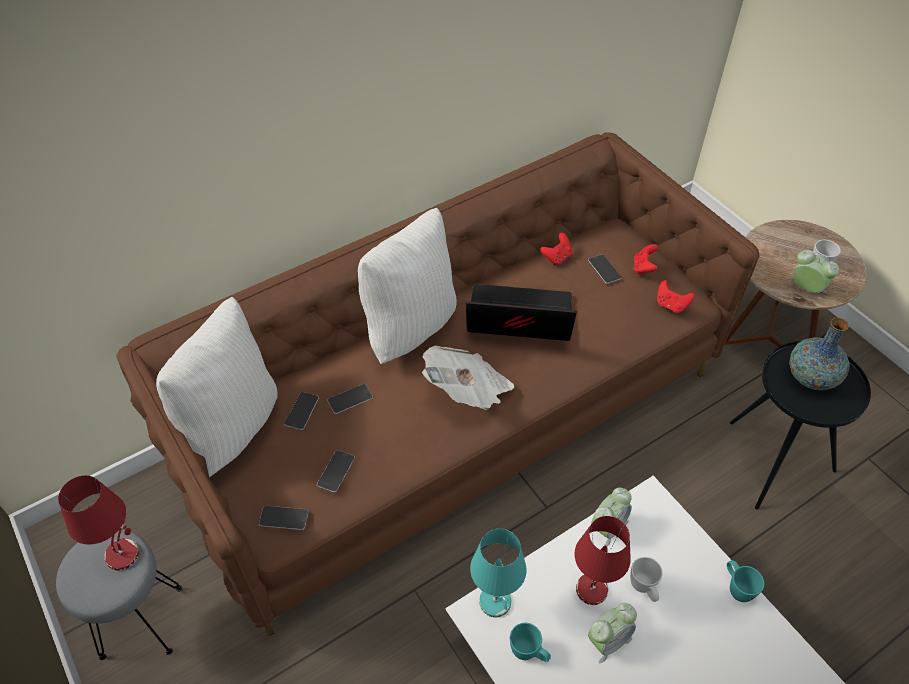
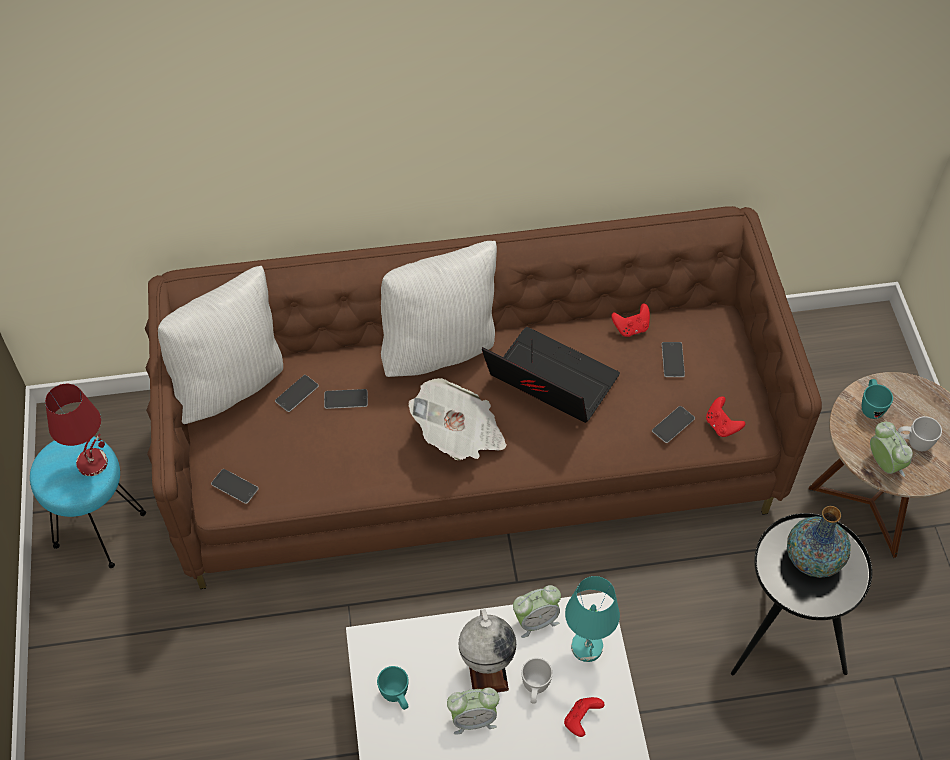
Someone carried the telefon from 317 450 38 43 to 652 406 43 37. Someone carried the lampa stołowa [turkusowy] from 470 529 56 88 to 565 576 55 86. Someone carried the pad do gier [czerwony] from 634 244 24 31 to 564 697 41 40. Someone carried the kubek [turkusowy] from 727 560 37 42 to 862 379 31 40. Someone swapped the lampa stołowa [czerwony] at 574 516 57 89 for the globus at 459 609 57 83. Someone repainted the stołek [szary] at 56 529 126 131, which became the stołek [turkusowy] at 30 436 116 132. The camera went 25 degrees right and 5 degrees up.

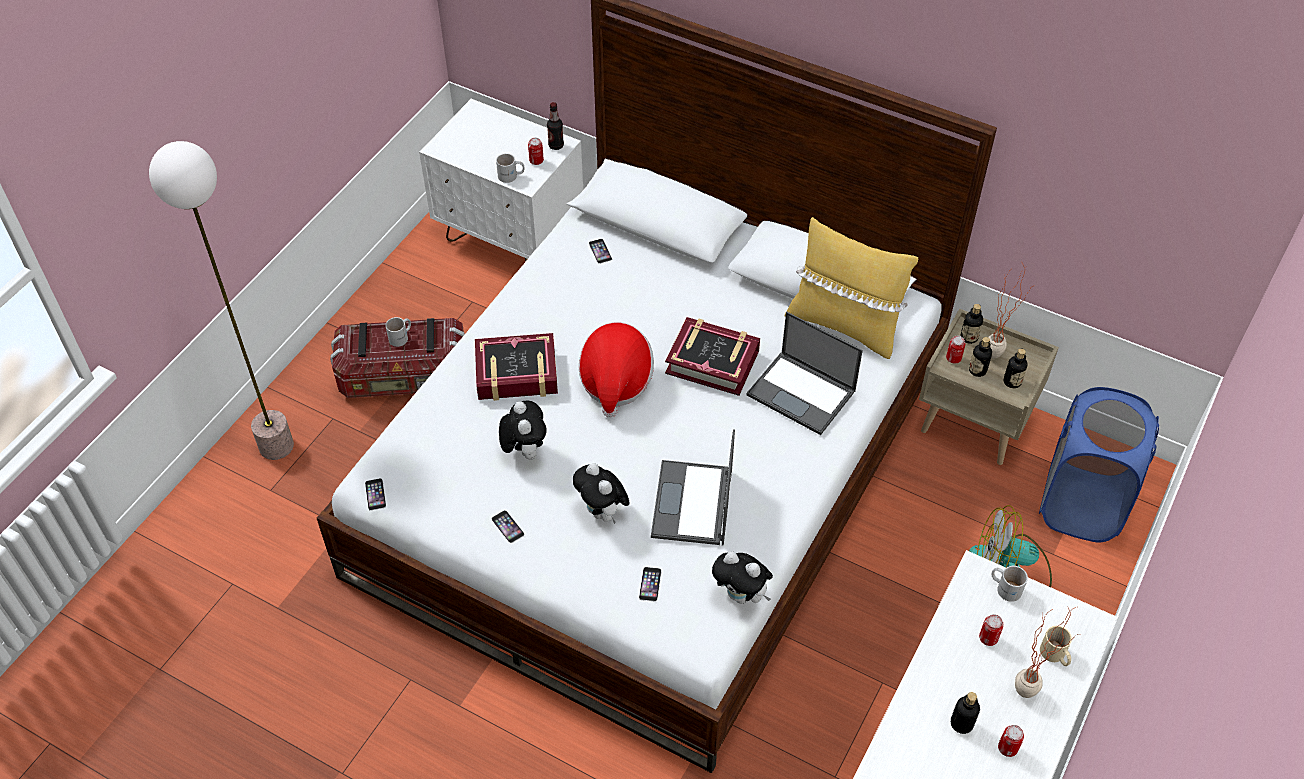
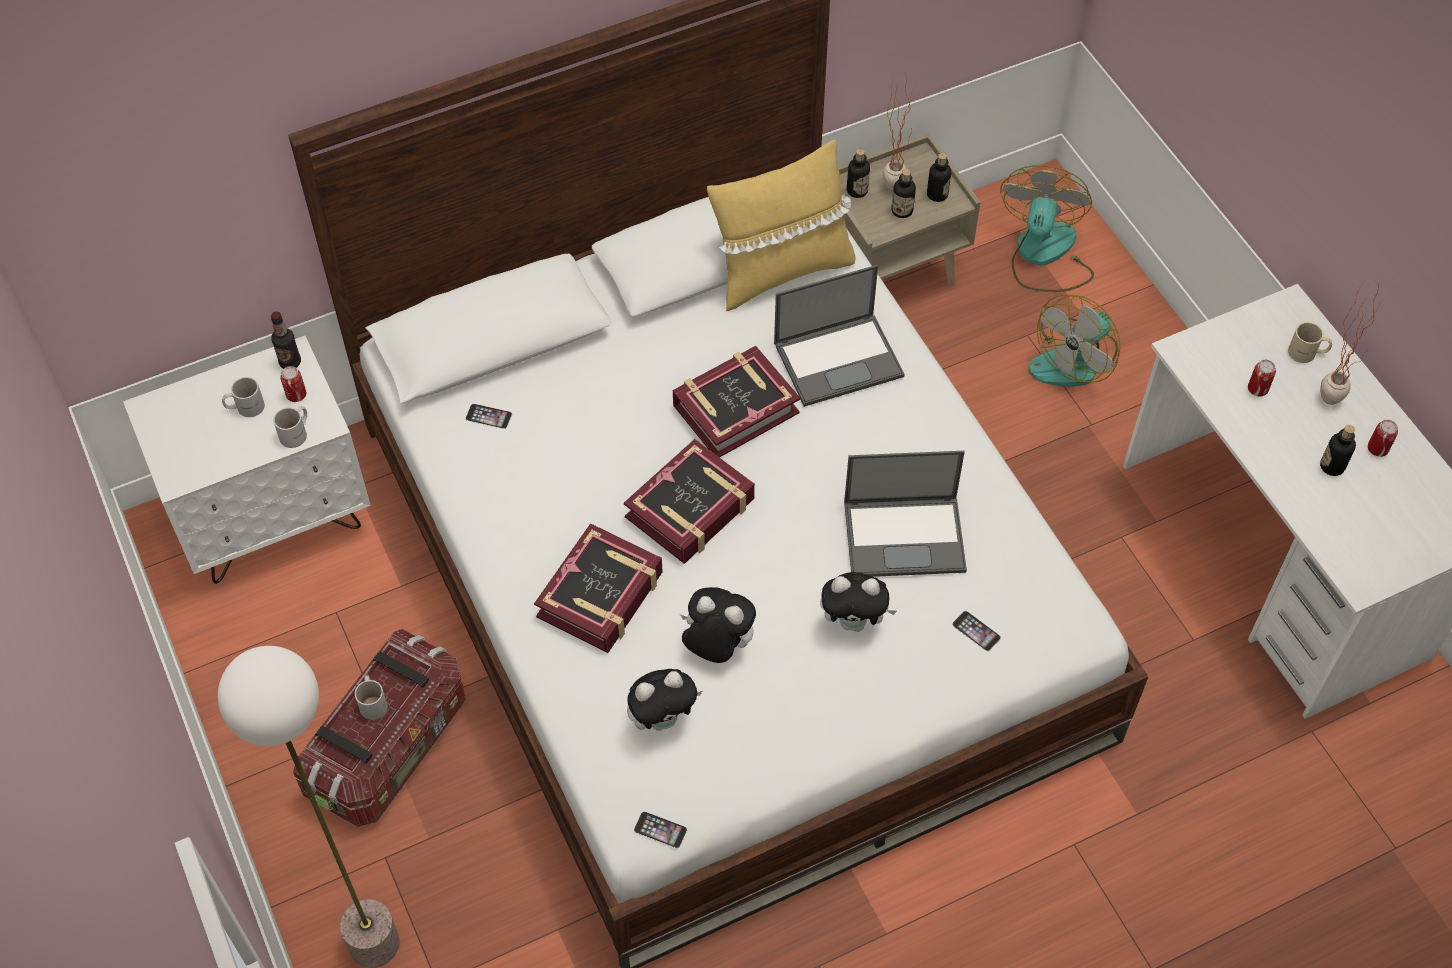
Someone took away the telefon at 491 510 33 33. Someone took away the puszka at 946 336 19 27. Someone carried the pluszak from 712 551 61 53 to 627 669 75 62. Someone carried the kubek [biały] from 991 566 37 36 to 222 377 43 40. Someone swapped the kapelusz at 579 322 75 96 for the książka at 624 439 131 125. Someone swapped the kosz na pranie [niebieski] at 1039 387 120 155 for the wentylator at 1000 165 94 127. Someone rotated the laptop at 651 430 84 116 by 45 degrees counterclockwise. The camera went 55 degrees left and 5 degrees up.

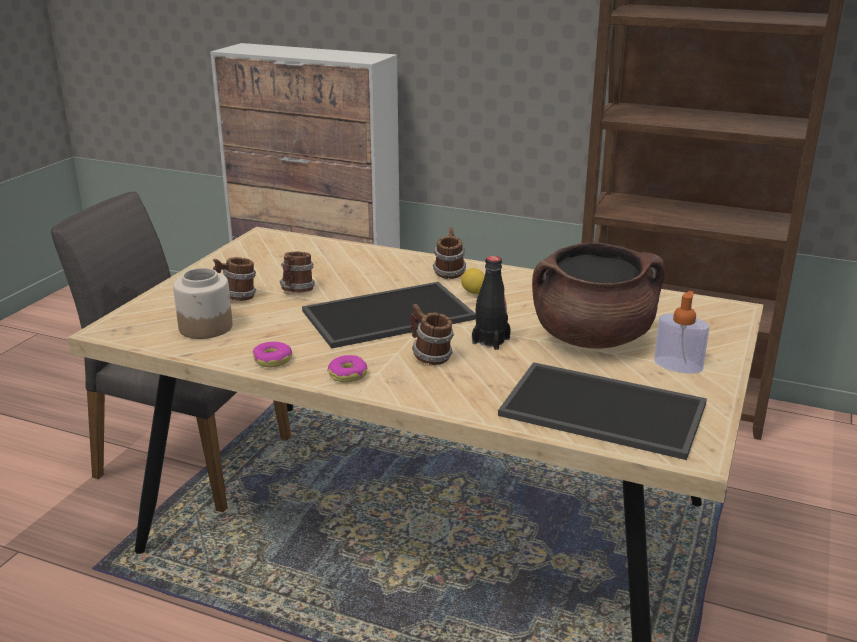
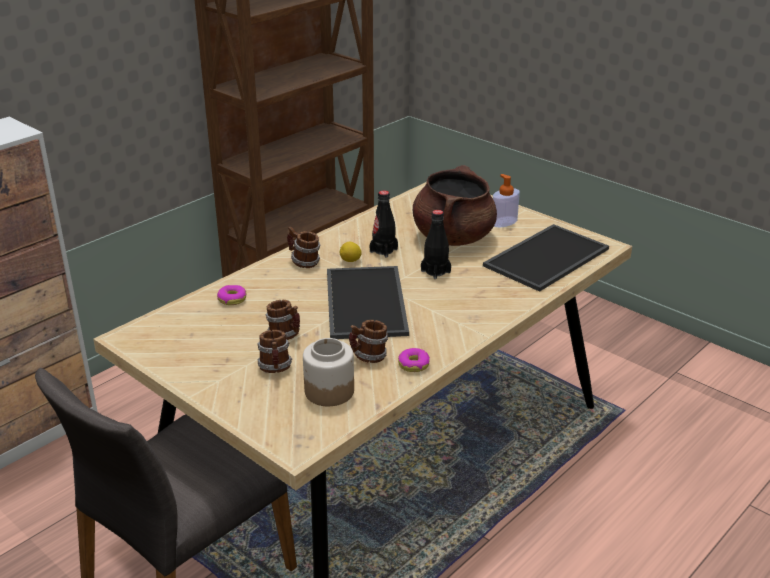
Someone put down the butelka [czarny] at 369 190 29 68. Someone carried the donut from 328 355 39 27 to 217 285 29 20. Someone carried the kubek from 410 304 44 61 to 349 320 39 43. The camera went 70 degrees left and 5 degrees up.

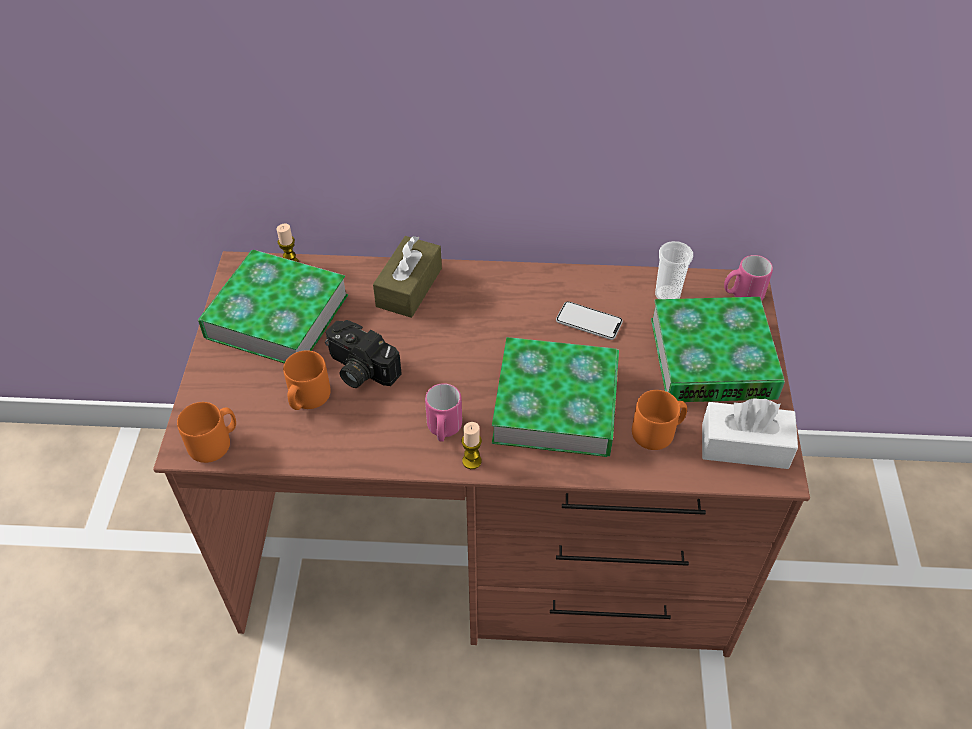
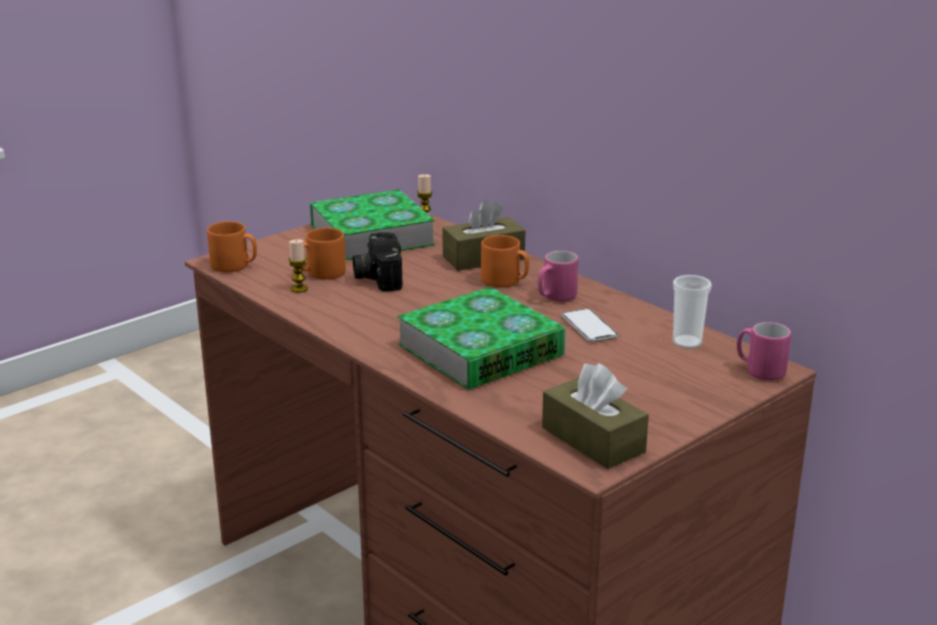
Someone took away the książka at 651 297 134 105. Someone carried the kubek [różowy] from 425 383 37 59 to 537 251 42 51. Someone carried the świeca from 461 422 21 47 to 288 239 20 54. Someone carried the kubek [pomarańczowy] from 632 390 55 60 to 481 235 48 53. Someone repainted the pudełko chusteczek [biały] at 702 398 96 71, which became the pudełko chusteczek [brązowy] at 542 363 107 106. The camera went 45 degrees right and 25 degrees down.

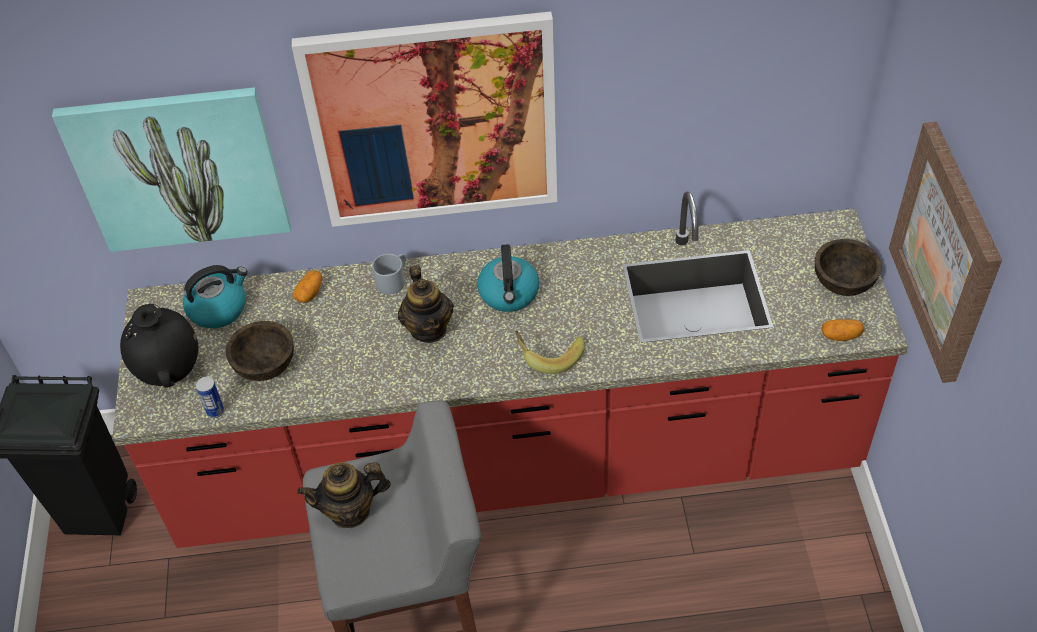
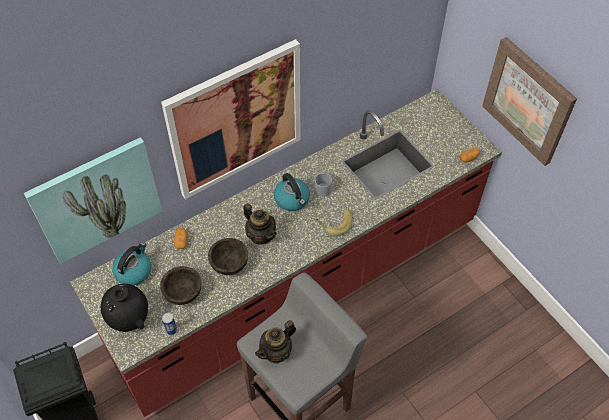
Someone carried the kubek [szary] from 372 254 34 41 to 314 171 18 26. Someone carried the miska [brązowy] from 815 239 67 57 to 208 238 40 37. The camera went 30 degrees left and 5 degrees up.

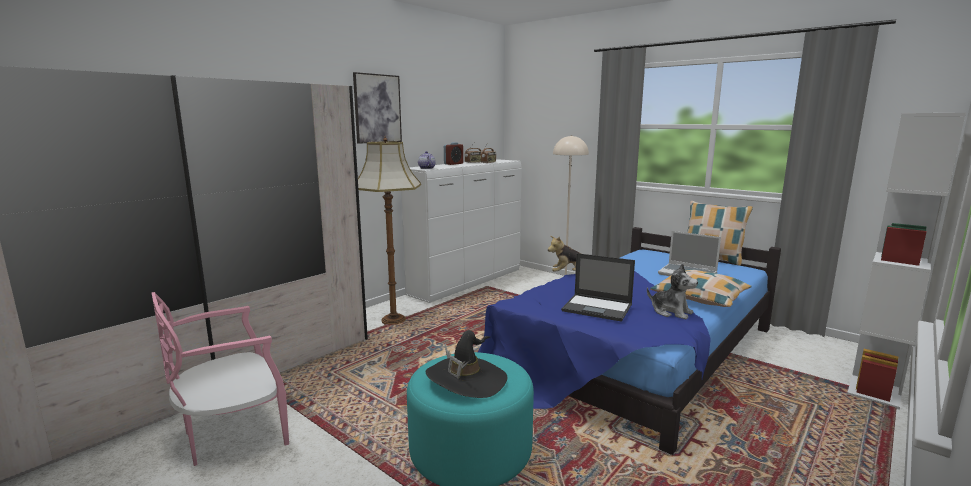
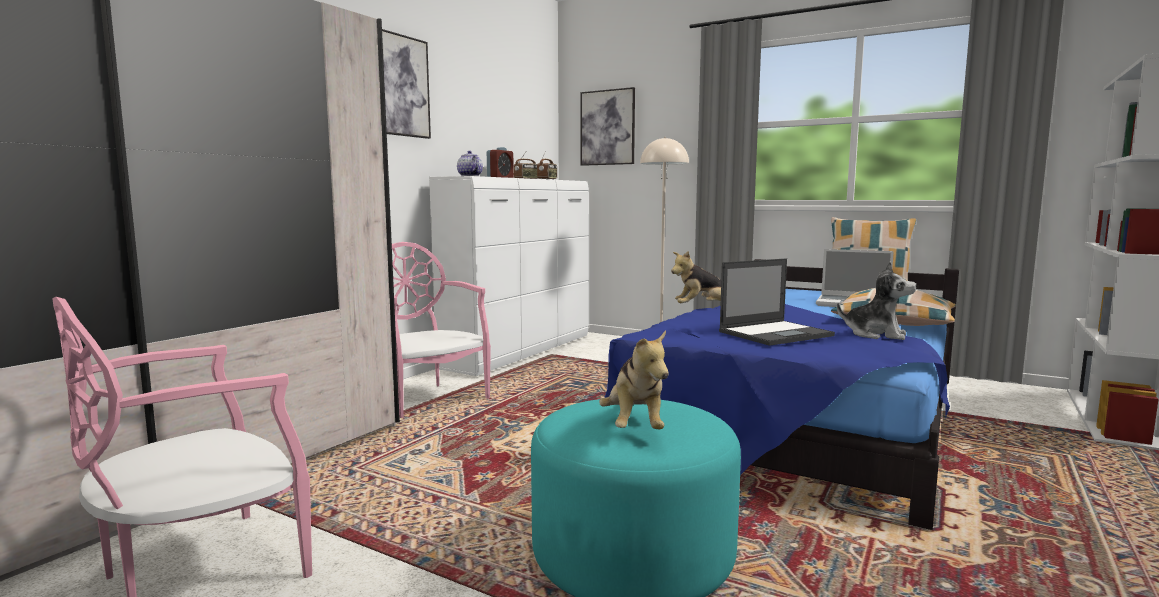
Someone put up the obraz at 581 87 54 79. Someone swapped the lampa stojąca at 358 136 63 188 for the krzesło [różowy] at 392 242 99 176. Someone swapped the kapelusz [czarny] at 426 330 81 68 for the pluszak at 599 330 70 99. Someone rotated the laptop at 561 253 74 69 by 45 degrees counterclockwise. The camera went 10 degrees left and 5 degrees down.

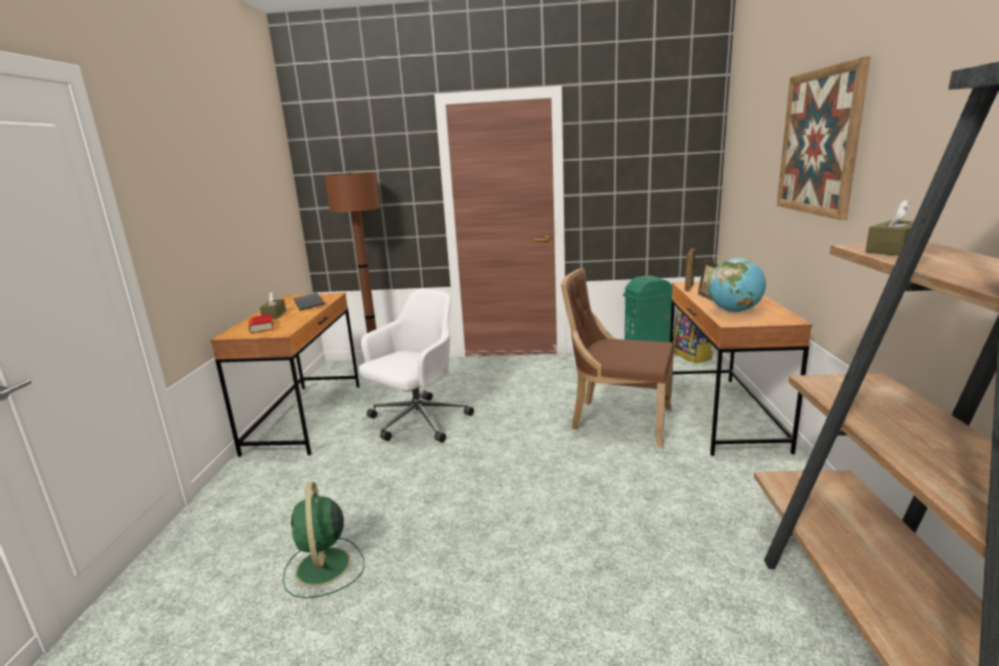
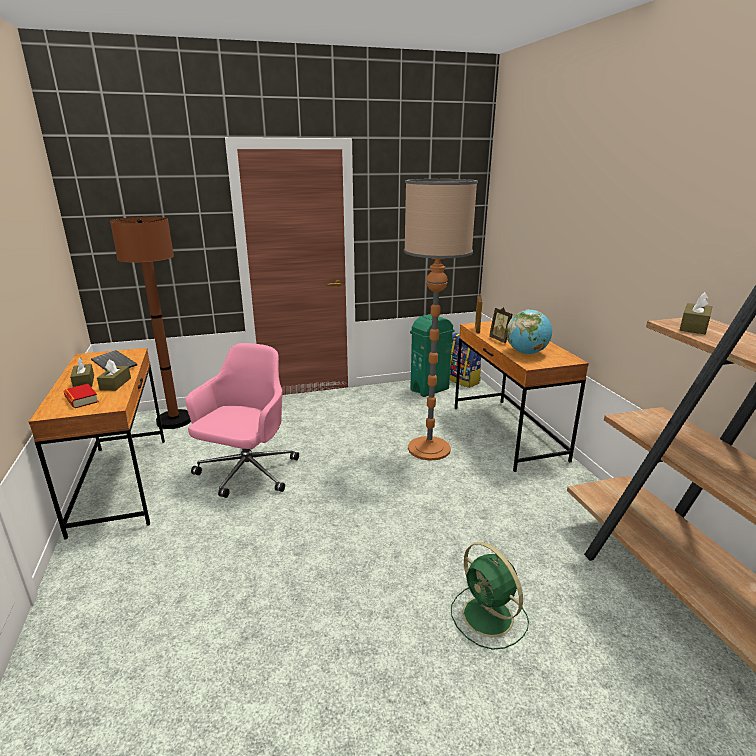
Someone took away the obraz at 777 56 93 164. Someone put down the pudełko chusteczek [brązowy] at 97 359 34 32. Someone carried the wentylator [zielony] from 283 482 82 116 to 451 542 78 108. Someone swapped the krzesło [brązowy] at 561 268 113 179 for the lampa stojąca at 404 179 74 282. Someone repainted the krzesło biurowe [biały] at 359 289 115 154, which became the krzesło biurowe [różowy] at 186 343 113 155. The camera went 20 degrees left and 5 degrees up.

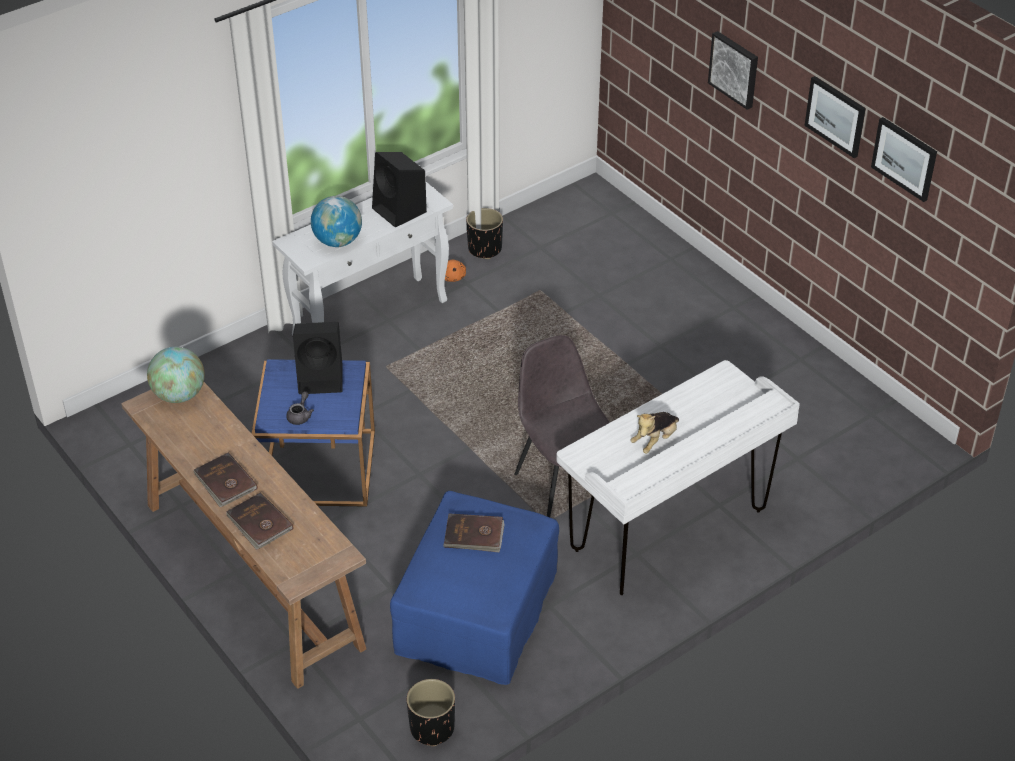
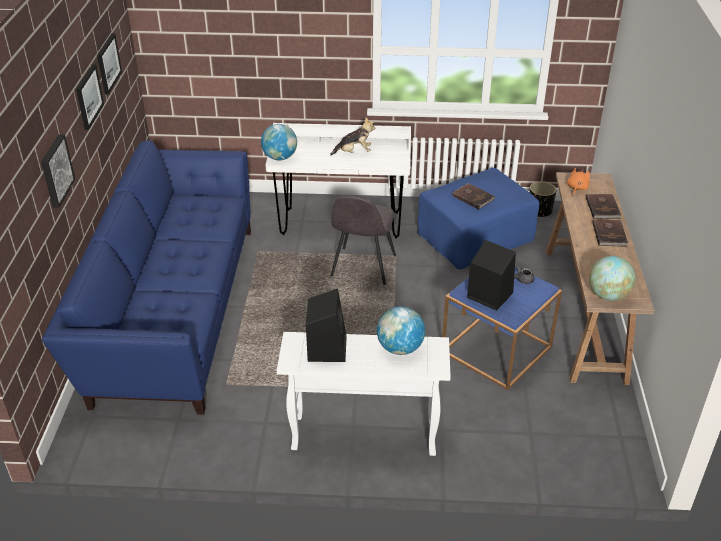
Someone took away the donica [czarny] at 466 208 37 51. Someone put down the kanapa [niebieski] at 42 140 209 275. Someone put down the globus at 261 124 36 36. Someone carried the pluszak [pomarańczowy] from 445 260 21 22 to 567 168 23 27. The camera went 140 degrees left and 5 degrees down.

